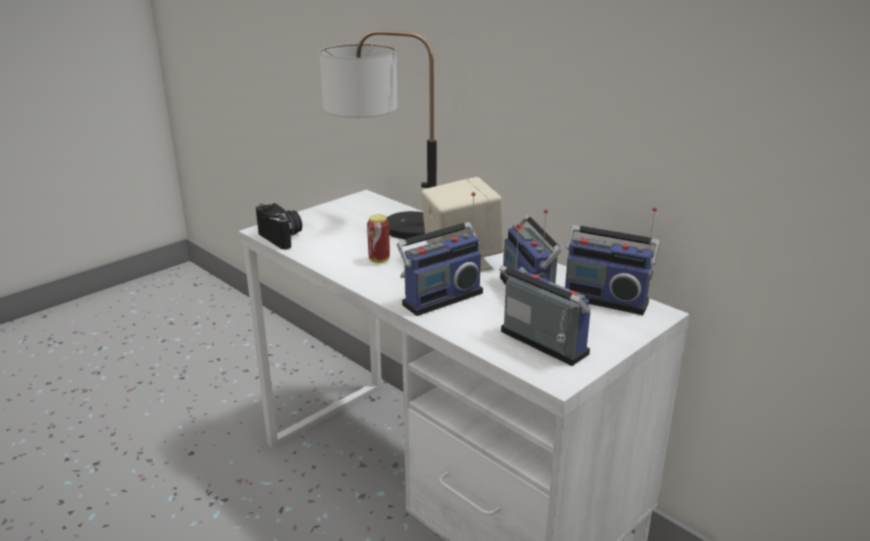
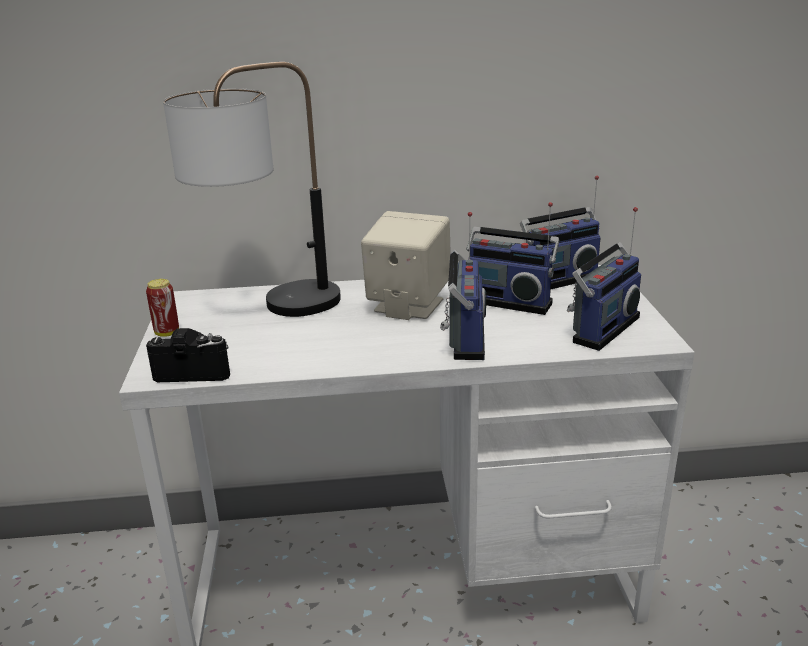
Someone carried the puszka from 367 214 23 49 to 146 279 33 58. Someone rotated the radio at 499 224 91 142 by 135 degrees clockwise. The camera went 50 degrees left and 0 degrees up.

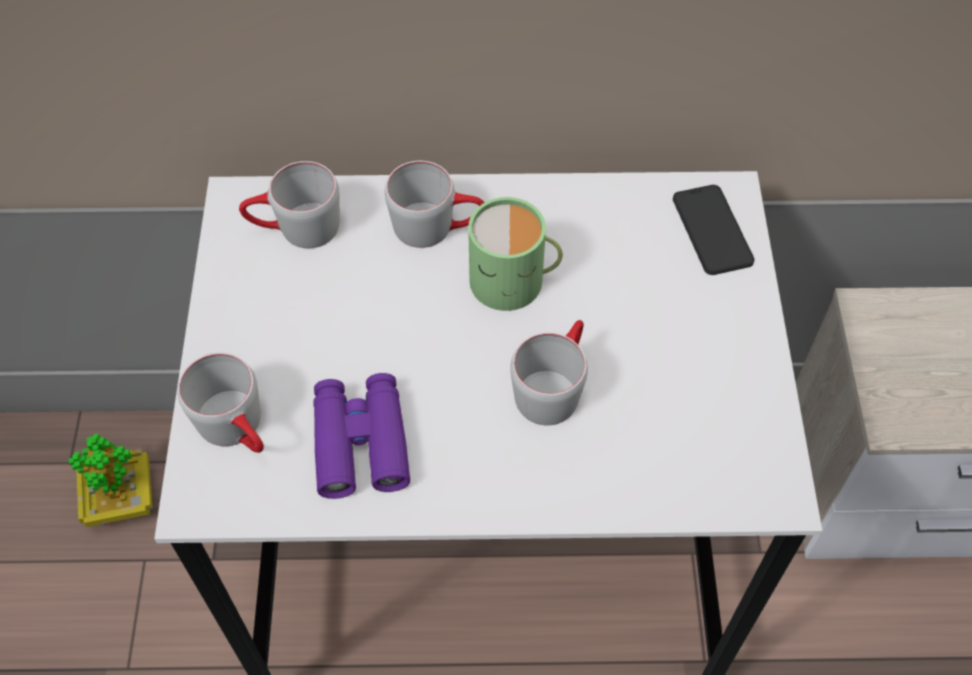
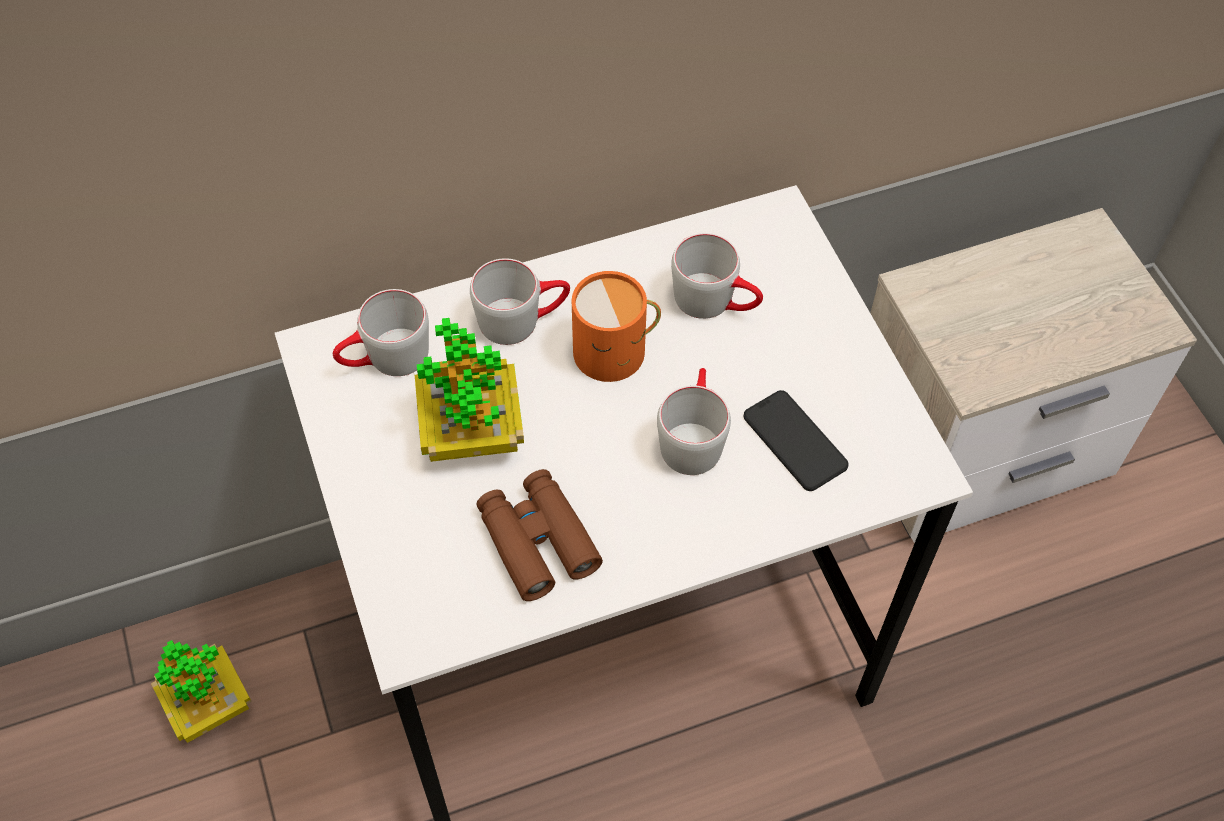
Someone put down the roślina doniczkowa at 415 318 109 144. Someone carried the kubek [szary] from 178 353 86 100 to 671 233 92 86. Someone carried the telefon from 673 185 81 90 to 744 390 105 101. Someone repainted the lornetka [fioletowy] at 313 373 97 126, which became the lornetka [brązowy] at 476 469 127 132. Someone repainted the kubek [zielony] at 468 197 95 114, which became the kubek [pomarańczowy] at 572 271 89 111. The camera went 20 degrees left and 0 degrees up.

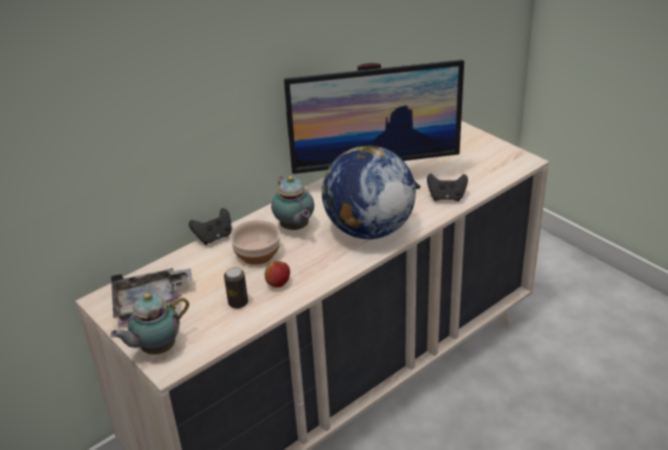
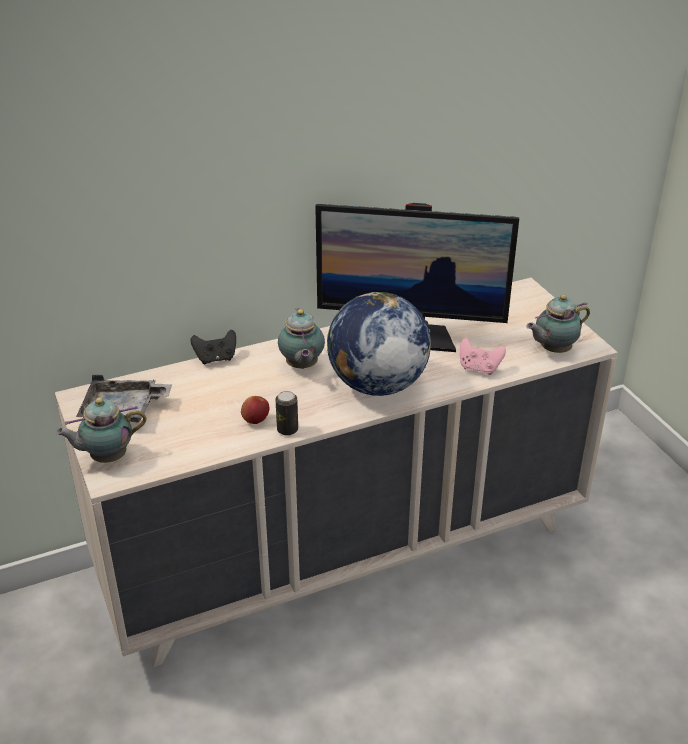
Someone took away the miska at 230 220 50 45. Someone put down the imbryk at 526 295 64 58. Someone carried the puszka from 224 267 24 42 to 275 391 23 45. Someone repainted the pad do gier [czarny] at 427 174 41 27, which became the pad do gier [różowy] at 460 338 46 37. The camera went 15 degrees right and 0 degrees up.

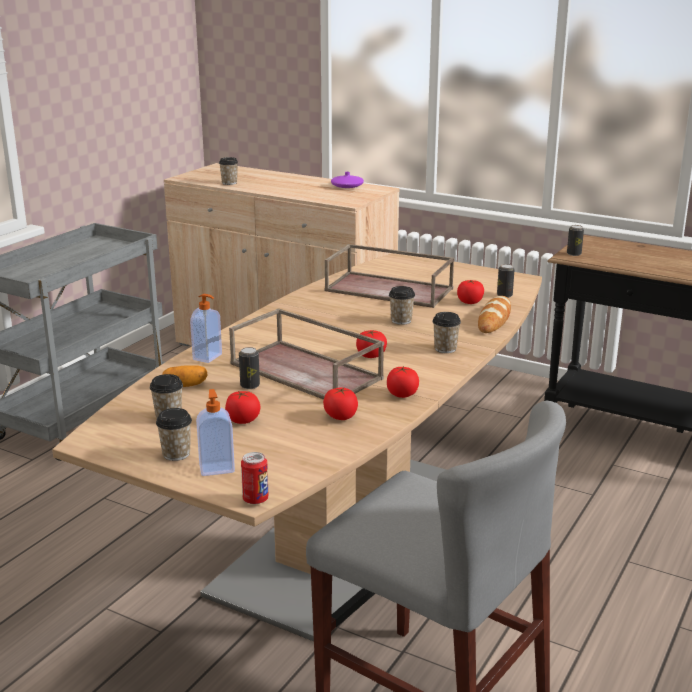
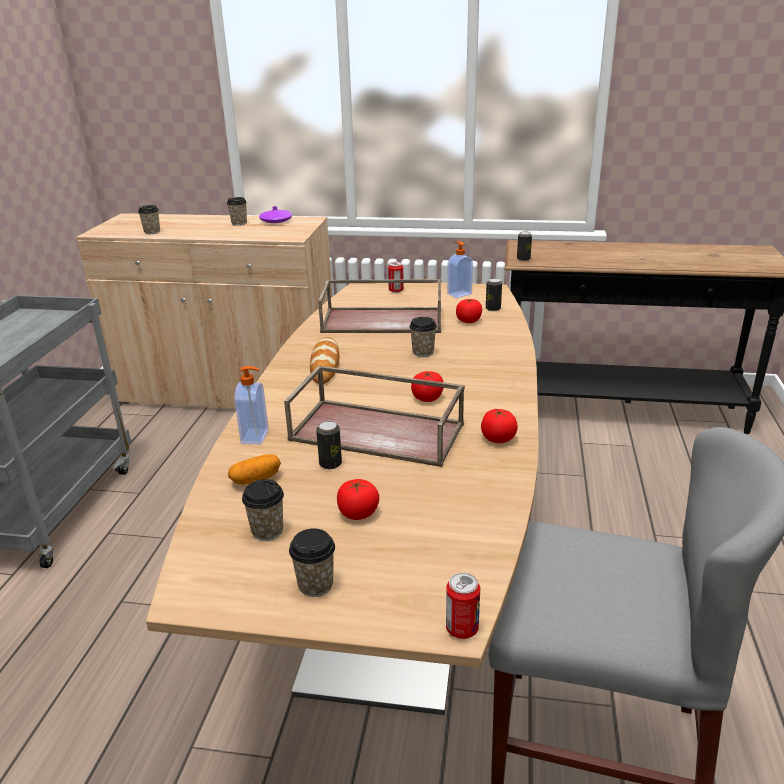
Someone took away the pomidor at 323 387 35 33. Someone put down the puszka at 388 262 16 31. Someone carried the dozownik mydła from 196 389 39 87 to 447 241 26 57. Someone carried the filiżanka from 433 312 28 41 to 227 197 20 29. Someone carried the chleb from 478 296 33 37 to 310 337 29 47. The camera went 20 degrees left and 5 degrees up.

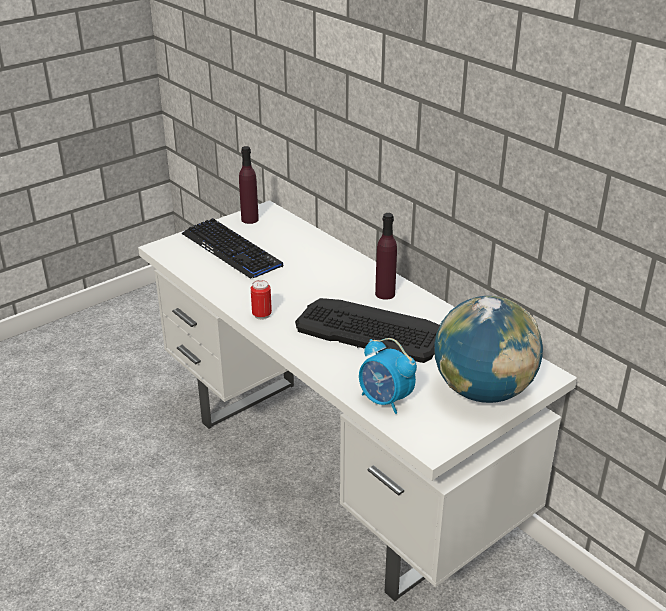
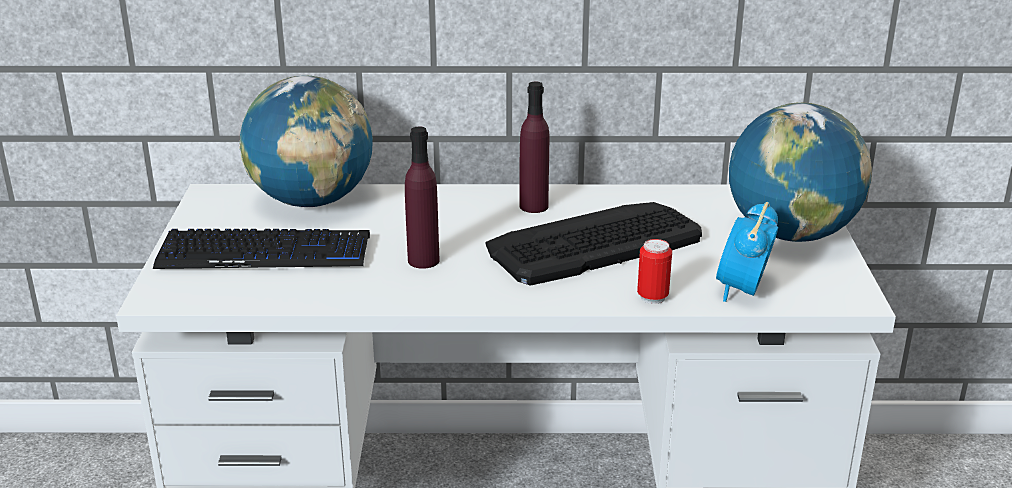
Someone put down the globus at 239 75 134 132. Someone carried the butelka [fioletowy] from 239 146 20 78 to 405 127 35 142. Someone carried the puszka from 251 280 21 40 to 637 239 35 65. Someone rotated the budzik at 359 338 58 76 by 120 degrees clockwise. The camera went 50 degrees left and 5 degrees down.

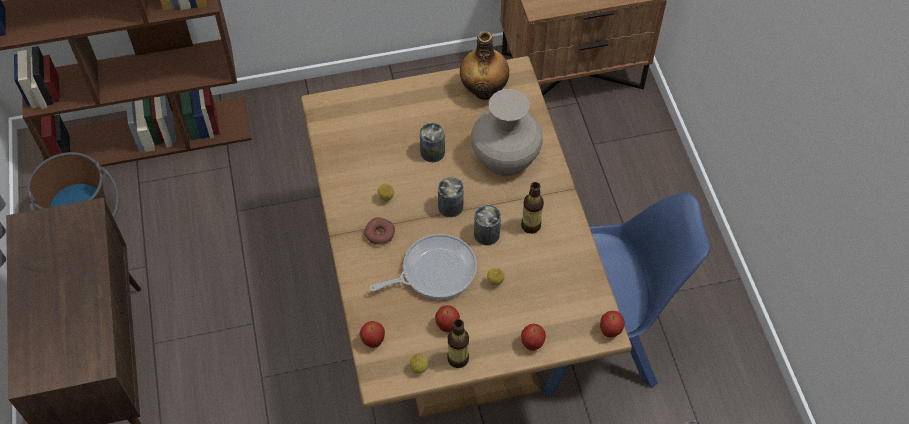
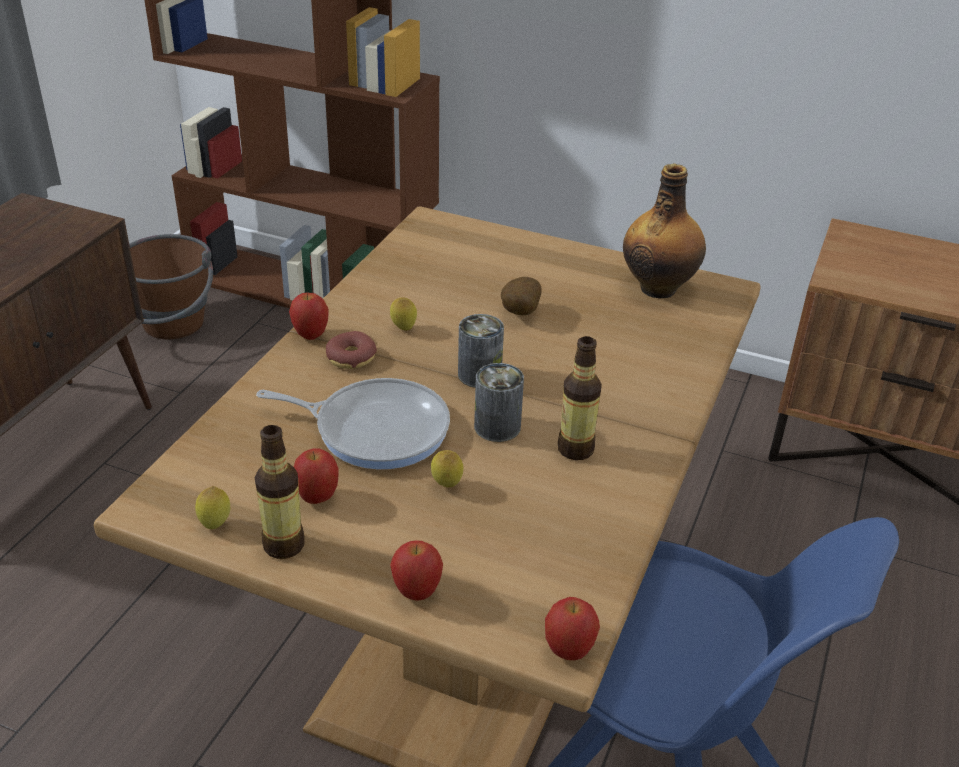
Someone took away the wazon [beżowy] at 471 89 72 87. Someone carried the jabłko from 359 321 26 27 to 289 292 40 48. Someone swapped the puszka at 420 123 25 39 for the ziemniak at 501 277 40 38. The camera went 35 degrees right and 20 degrees down.

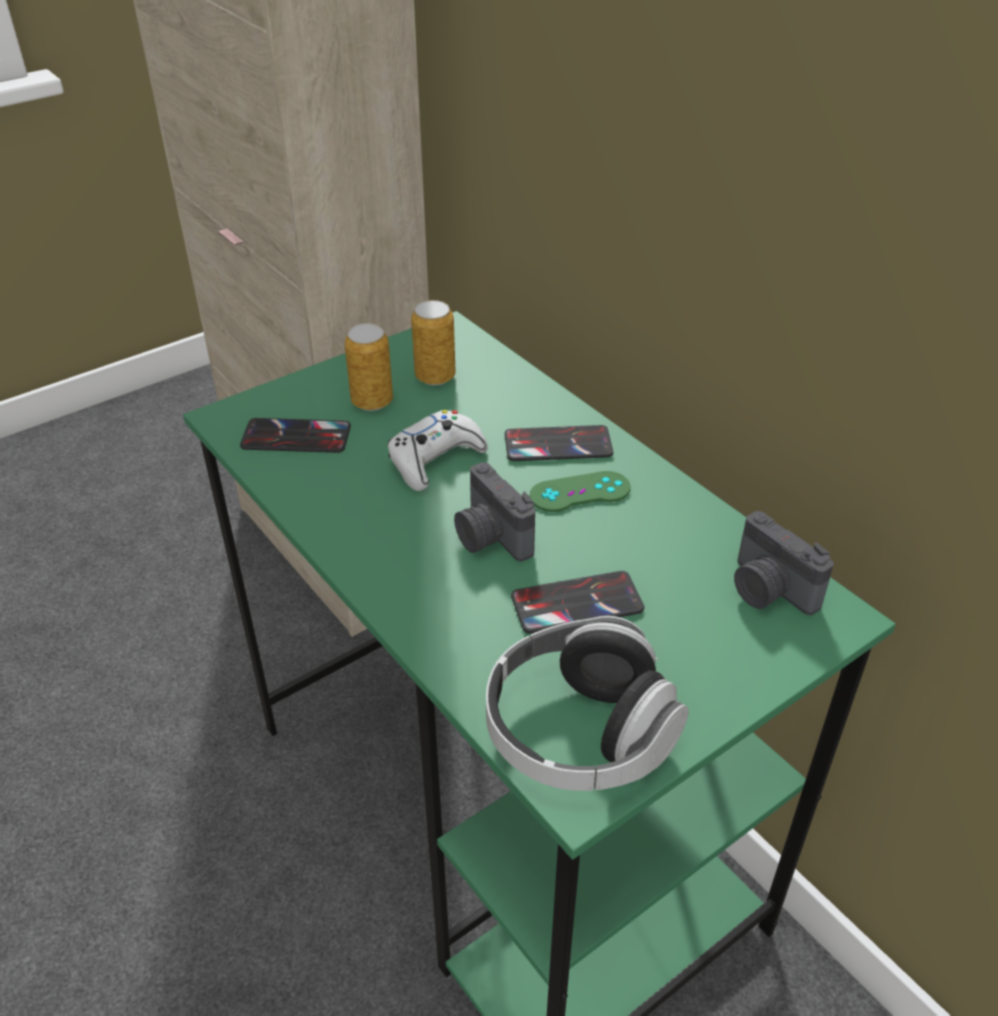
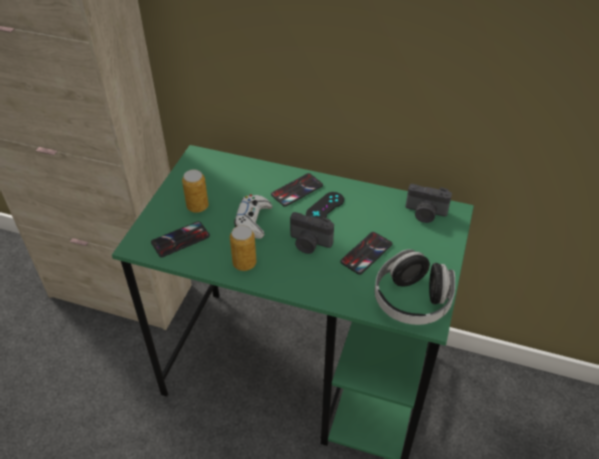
Someone carried the puszka from 411 300 45 85 to 230 225 26 46. Someone repainted the pad do gier [zielony] at 530 471 101 41, which became the pad do gier [czarny] at 306 192 38 28. The camera went 35 degrees left and 5 degrees up.

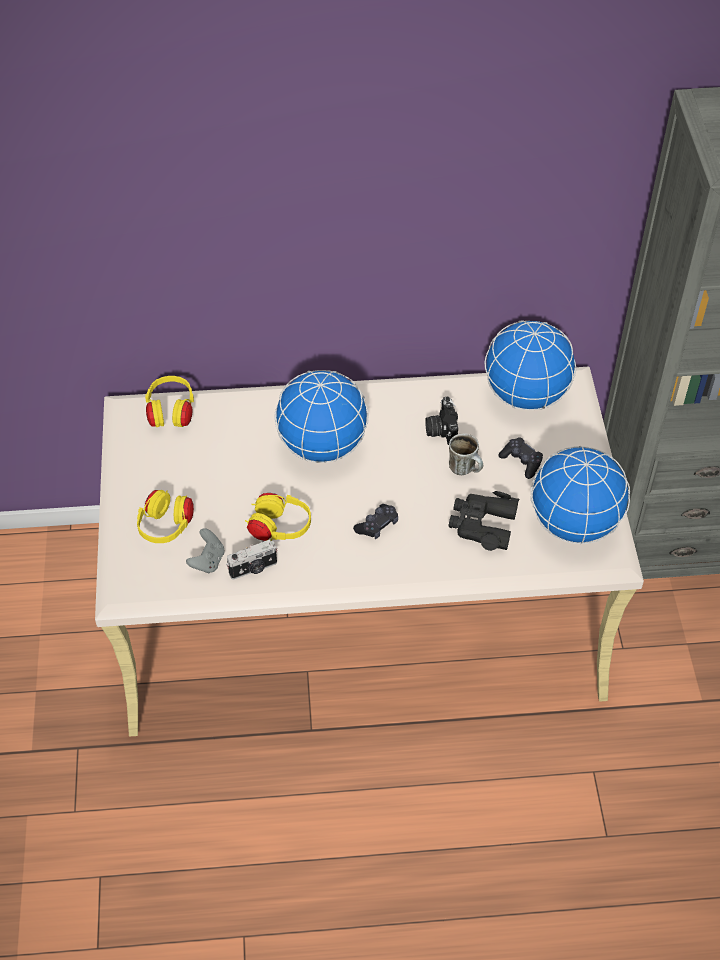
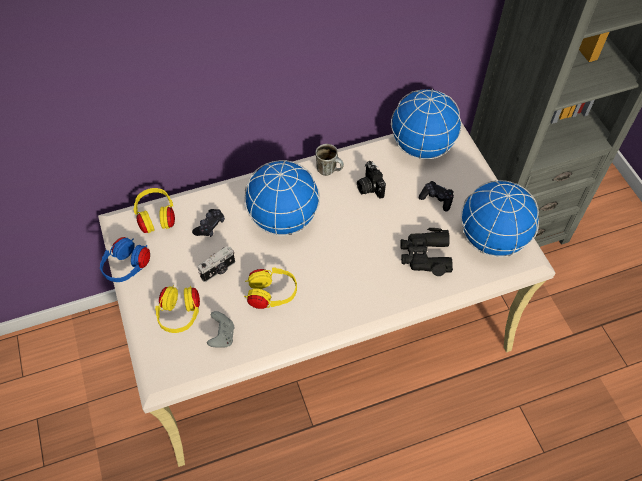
Someone put down the słuchawki [niebieski] at 100 237 50 45. Someone carried the aparat fotograficzny from 226 540 51 39 to 198 246 37 36. Someone carried the pad do gier [czarny] from 353 504 45 35 to 192 209 33 28. Someone carried the kubek from 449 433 34 42 to 315 144 29 32. The camera went 15 degrees left and 5 degrees up.

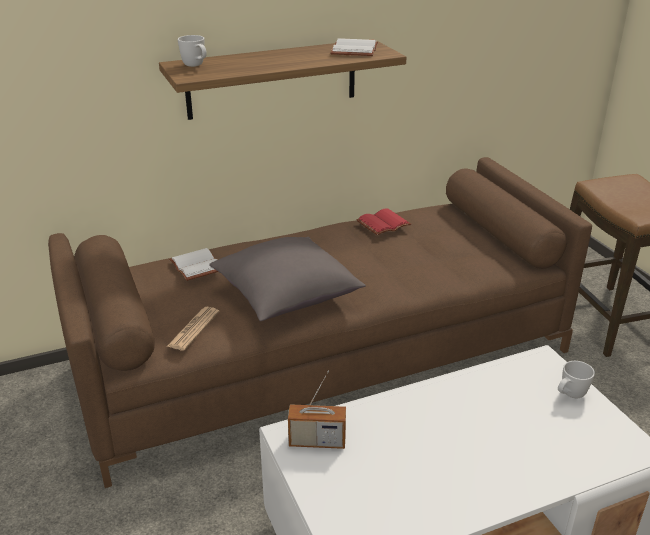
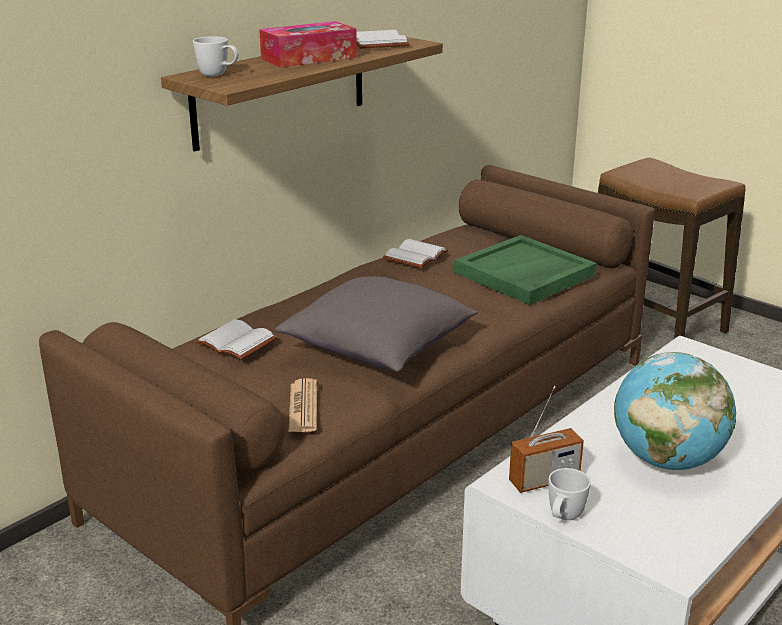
Someone put down the pudełko chusteczek at 259 21 98 47. Someone put down the taca [zielony] at 454 235 143 70. Someone put down the globus at 614 352 122 118. Someone carried the kubek [biały] from 558 361 37 37 to 548 468 43 52. Someone repainted the książka [czerwony] at 357 209 54 26, which became the książka [biały] at 383 239 65 29. The camera went 25 degrees left and 5 degrees down.

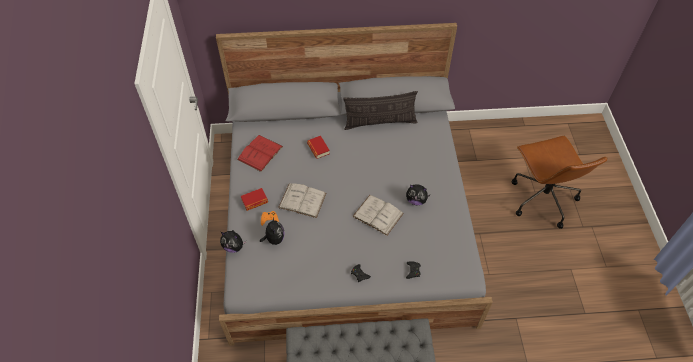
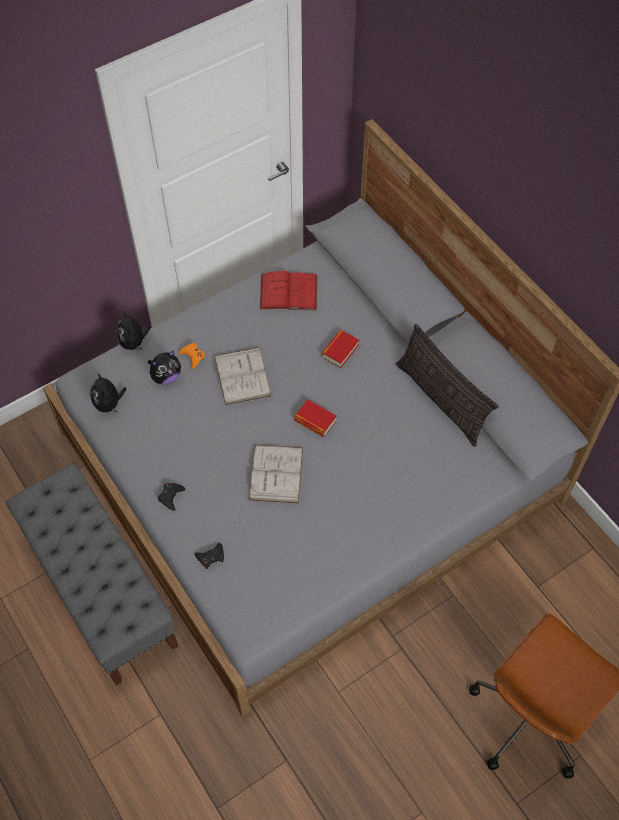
Someone carried the książka from 241 188 27 23 to 294 399 43 38. Someone carried the pluszak from 406 184 25 22 to 90 373 37 40. The camera went 60 degrees right and 5 degrees up.

